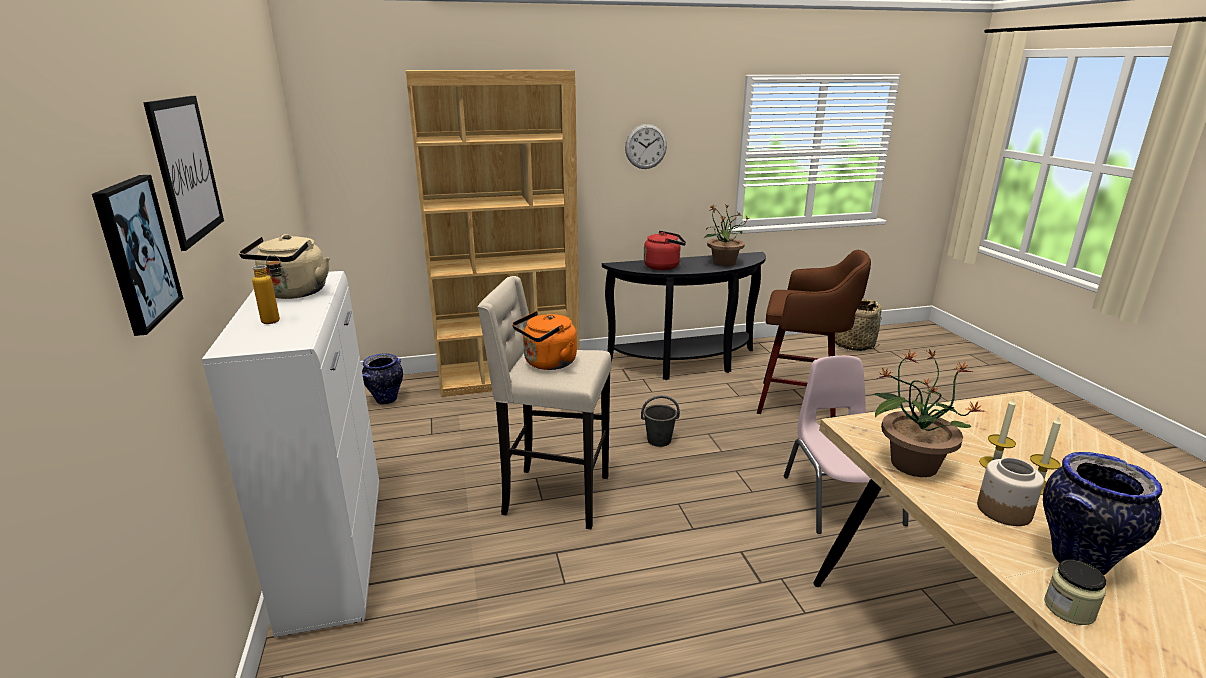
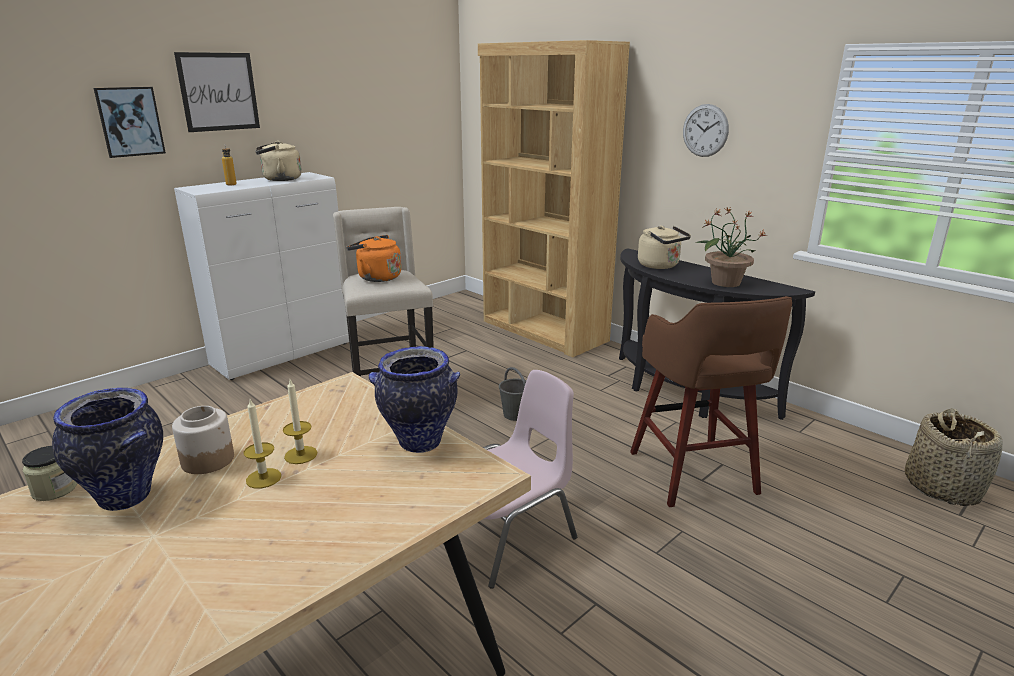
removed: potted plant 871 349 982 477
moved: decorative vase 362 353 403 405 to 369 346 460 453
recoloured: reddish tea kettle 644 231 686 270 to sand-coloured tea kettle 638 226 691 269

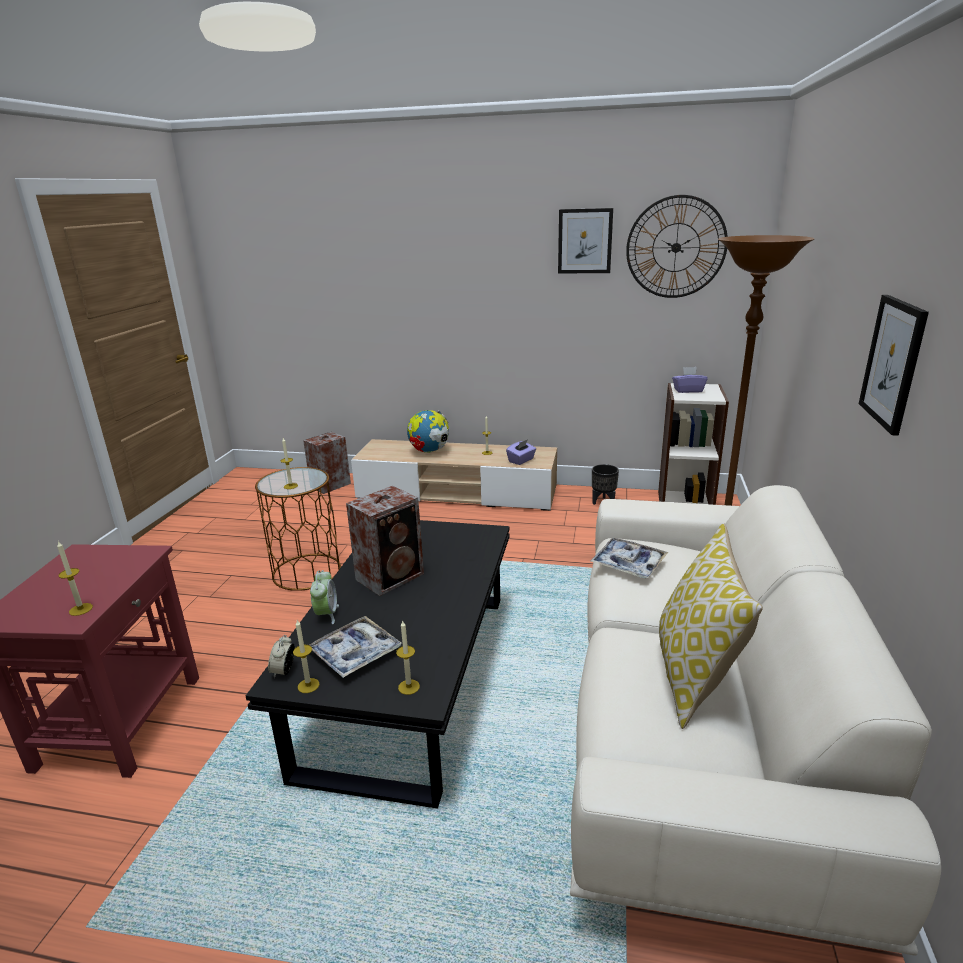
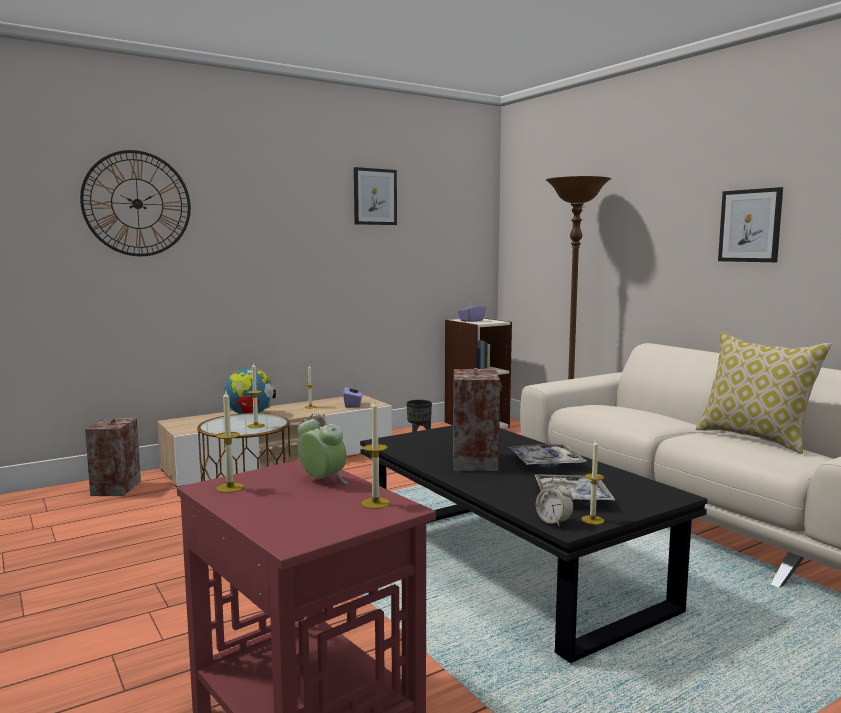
moved: alarm clock 310 570 339 624 to 298 413 348 484; wax candle 396 621 420 695 to 216 391 244 493; carrying tray 590 538 668 578 to 508 444 586 467; clock on the wall 626 195 728 298 to 80 150 191 256

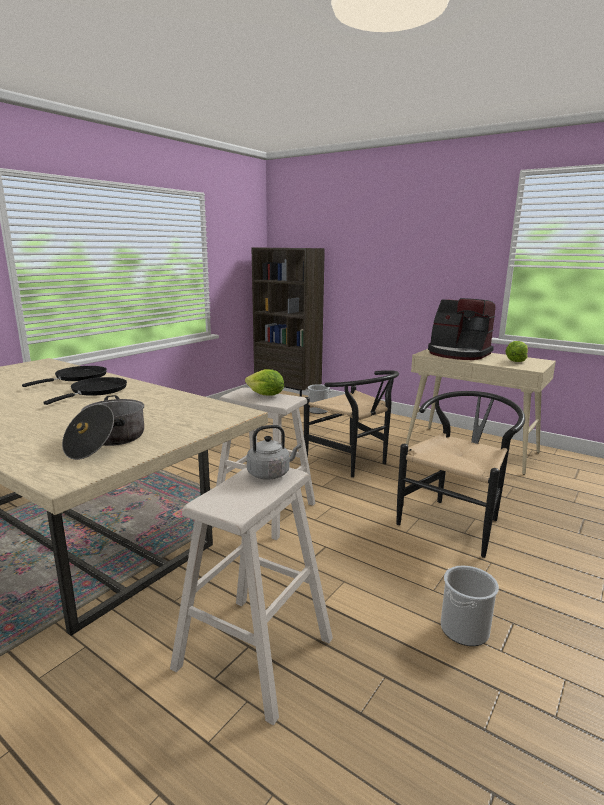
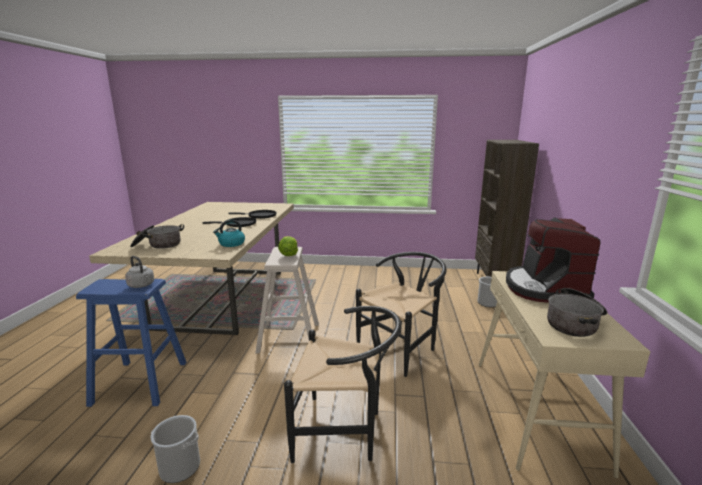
added: tea kettle 213 220 245 247
replaced: lettuce head 505 341 528 362 to stockpot 547 288 607 337
recoloured: sand-coloured sitting stool 170 467 333 726 to blue sitting stool 76 279 186 407
turned: black-coloured plain chair 304 370 399 478 = 356 252 447 377 150 degrees counterclockwise

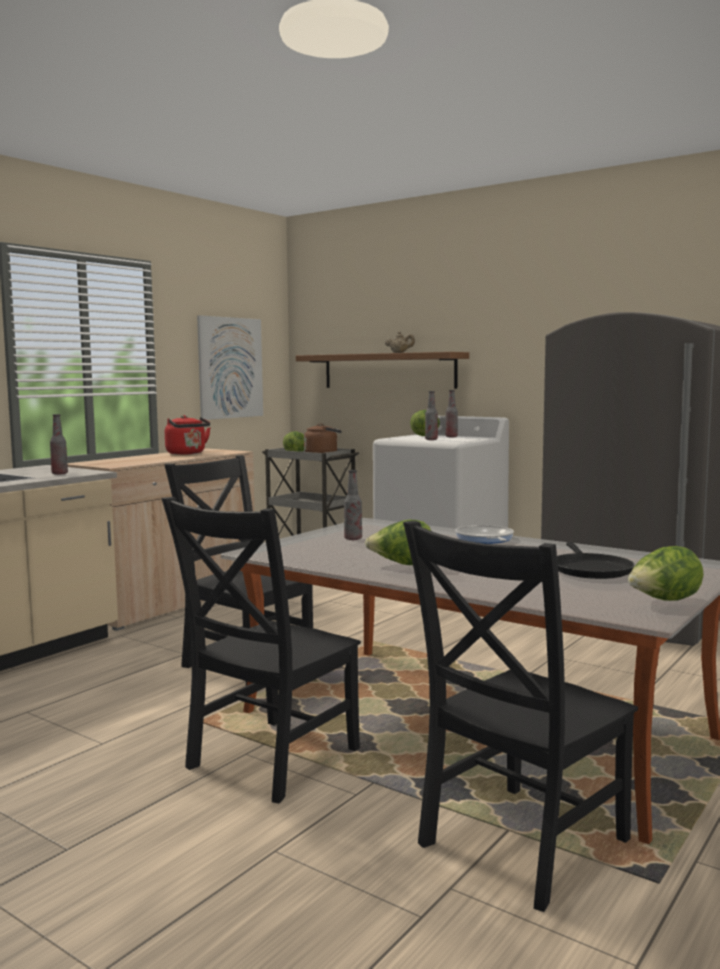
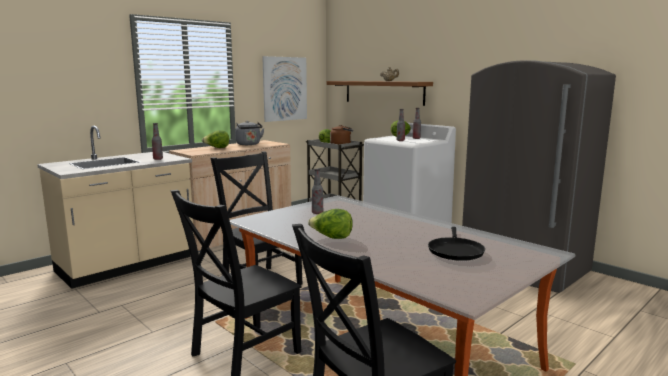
removed: frying pan 455 525 514 544
moved: lettuce head 628 546 704 601 to 202 130 229 148
recoloured: reddish tea kettle 165 415 210 455 to greyish tea kettle 235 121 264 145

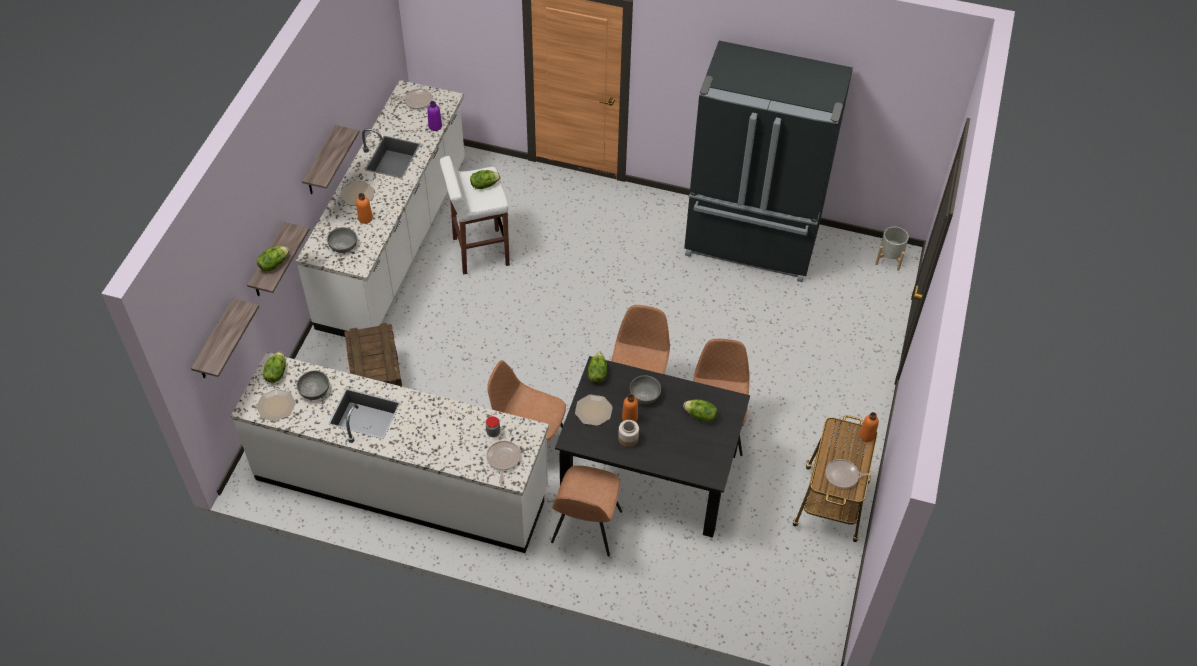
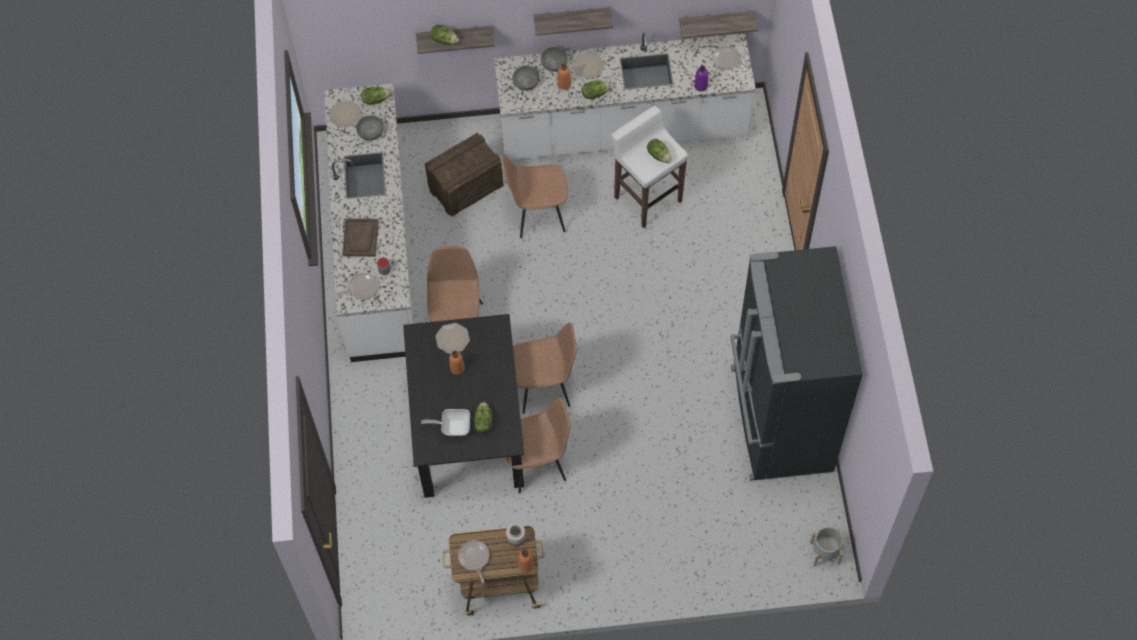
added: brown-coloured carrying tray 342 218 378 257; frying pan 421 409 470 436
moved: shelf 191 299 259 378 to 679 11 758 39; brown-coloured plain chair 551 465 622 557 to 502 154 568 238; lettuce head 588 353 607 383 to 581 81 611 99; preserve jar 618 420 639 447 to 506 523 526 547; greyish serving bowl 630 375 661 404 to 541 47 568 72

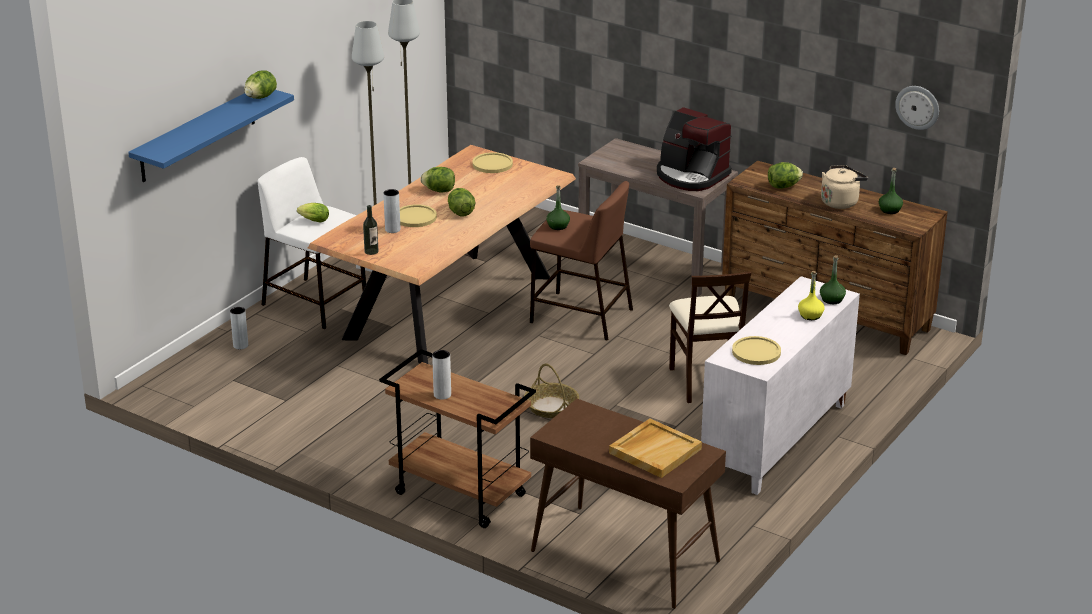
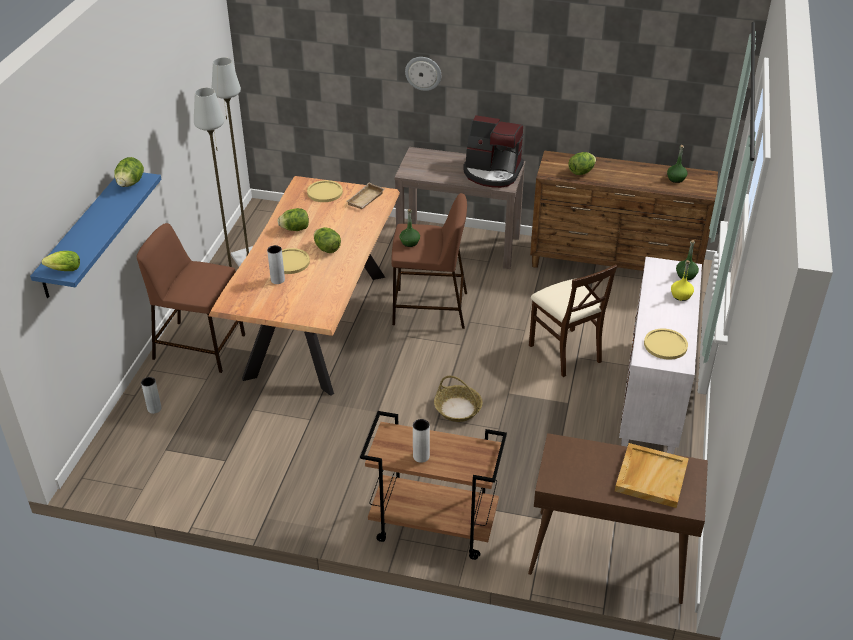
removed: beverage bottle 363 205 379 255; sand-coloured tea kettle 821 165 868 209
added: sand-coloured carrying tray 347 183 385 209
moved: lettuce head 297 203 329 223 to 42 251 80 271; clock on the wall 895 86 939 130 to 405 57 441 91
recoloured: whitish sitting stool 258 157 366 329 to brown-coloured sitting stool 137 223 245 373

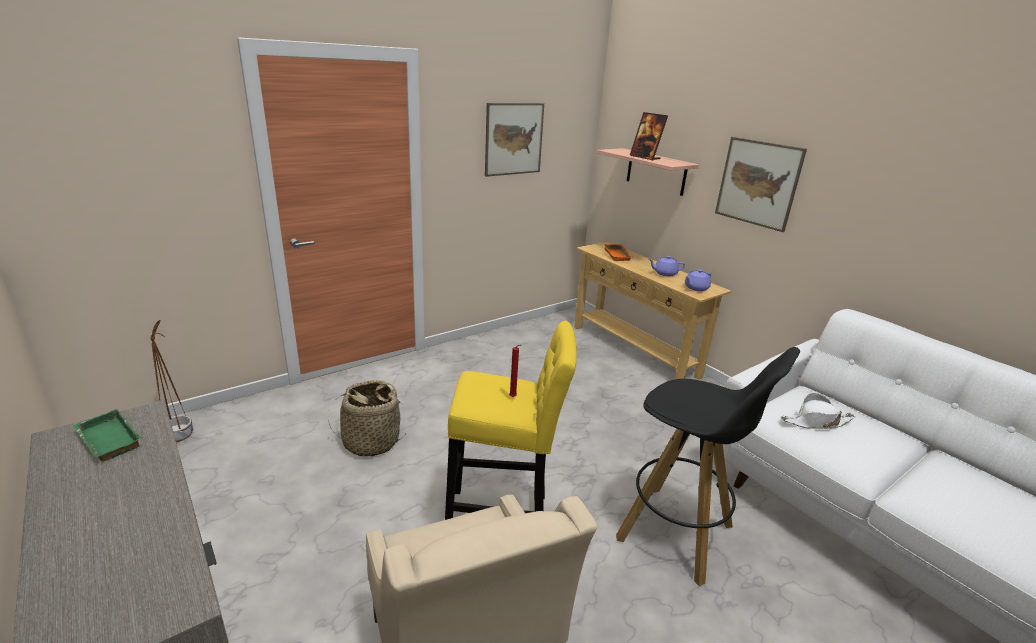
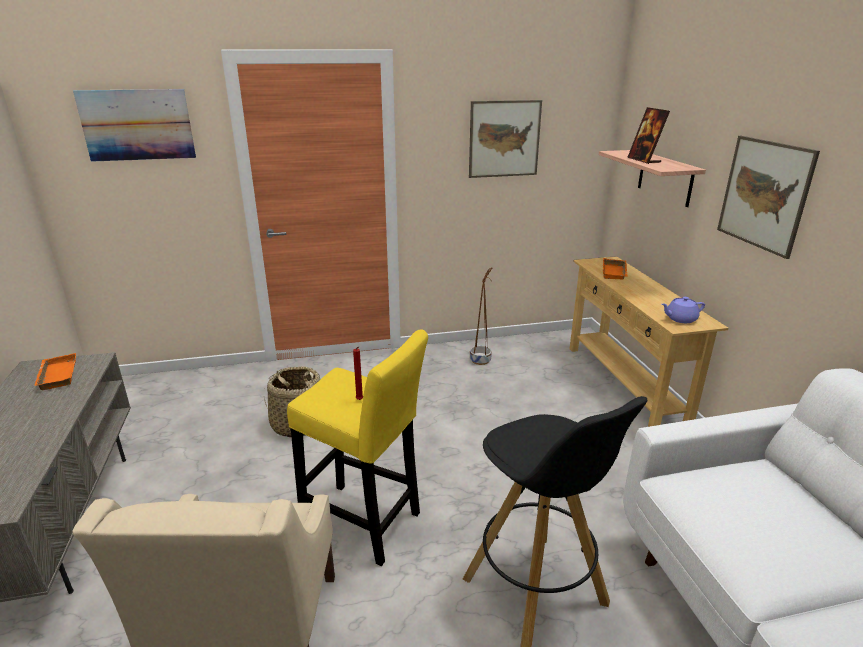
removed: purple-coloured pot for tea 649 256 685 276; whitish hat 781 393 855 429
added: picture 73 89 196 162
moved: brown-coloured planter 150 320 193 442 to 470 268 492 365
recoloured: green carrying tray 73 409 141 461 to orange-coloured carrying tray 34 353 76 390

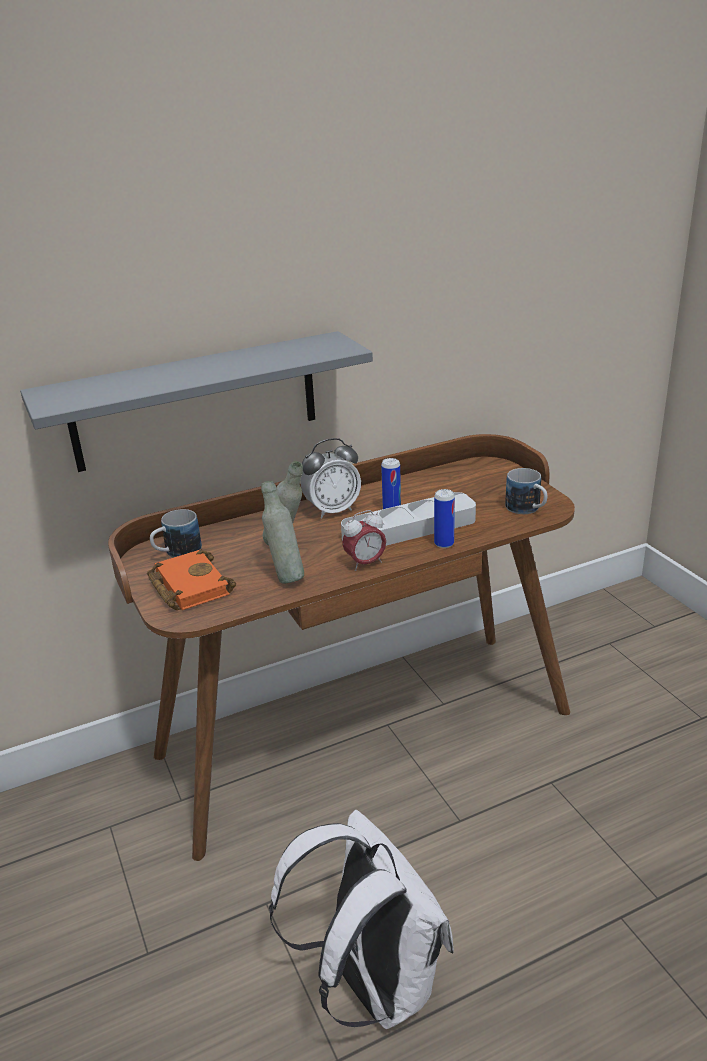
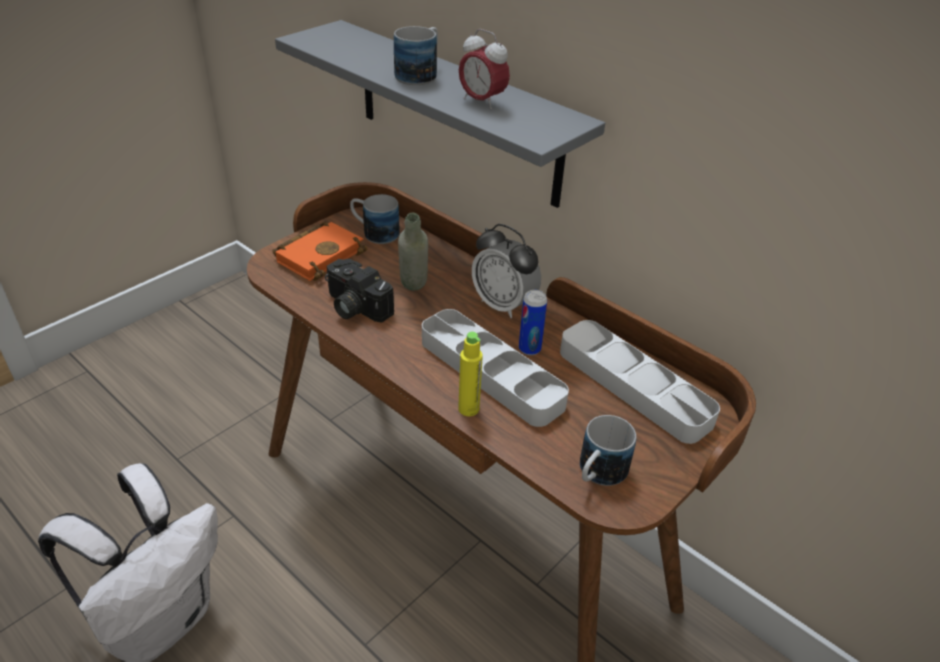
added: coffee mug 394 26 438 85; greyish carrying tray 560 320 720 444
moved: alarm clock 342 510 386 571 to 459 29 510 110
replaced: greyish beverage bottle 261 481 304 584 to still camera 325 259 394 323; metal can 434 489 455 548 to yellowish beverage bottle 458 332 483 416

